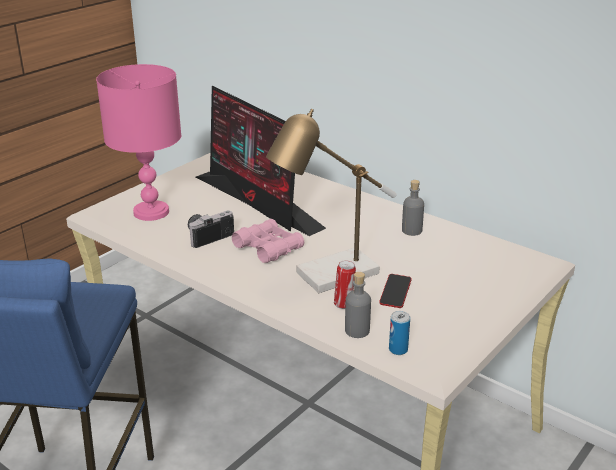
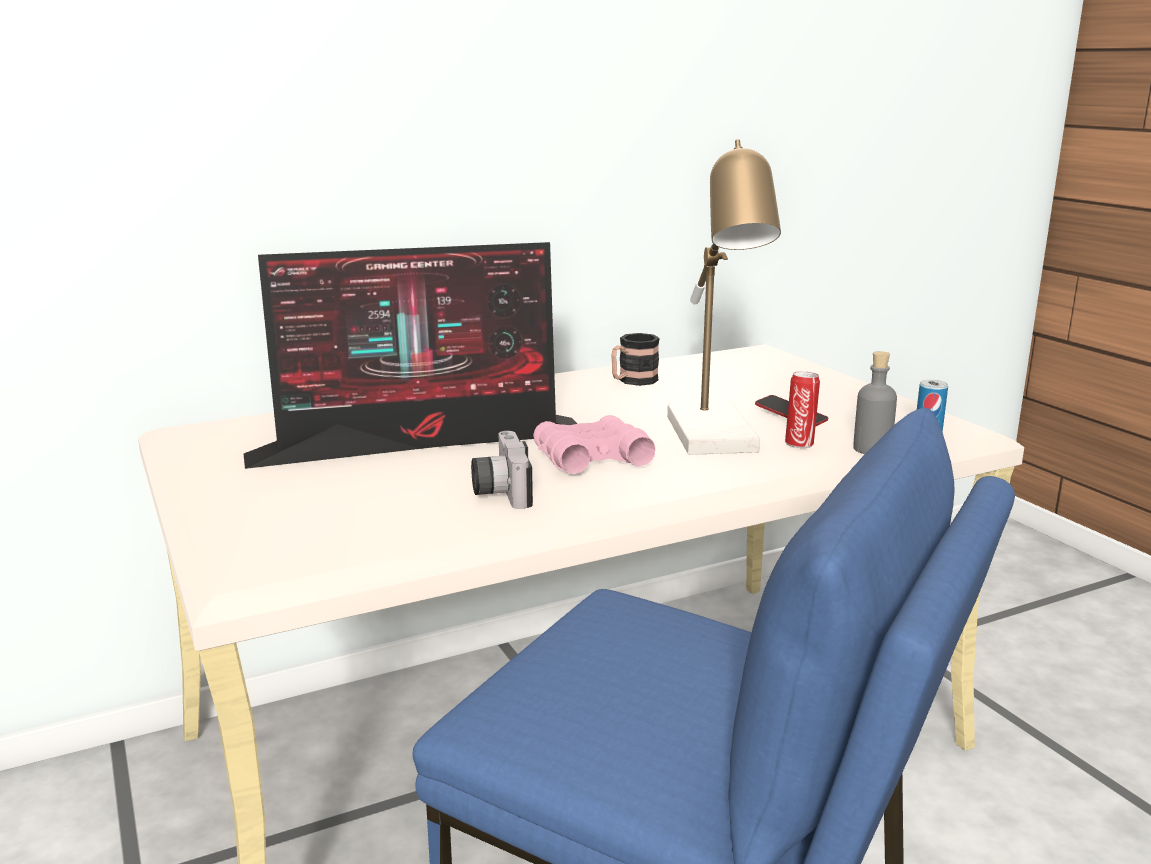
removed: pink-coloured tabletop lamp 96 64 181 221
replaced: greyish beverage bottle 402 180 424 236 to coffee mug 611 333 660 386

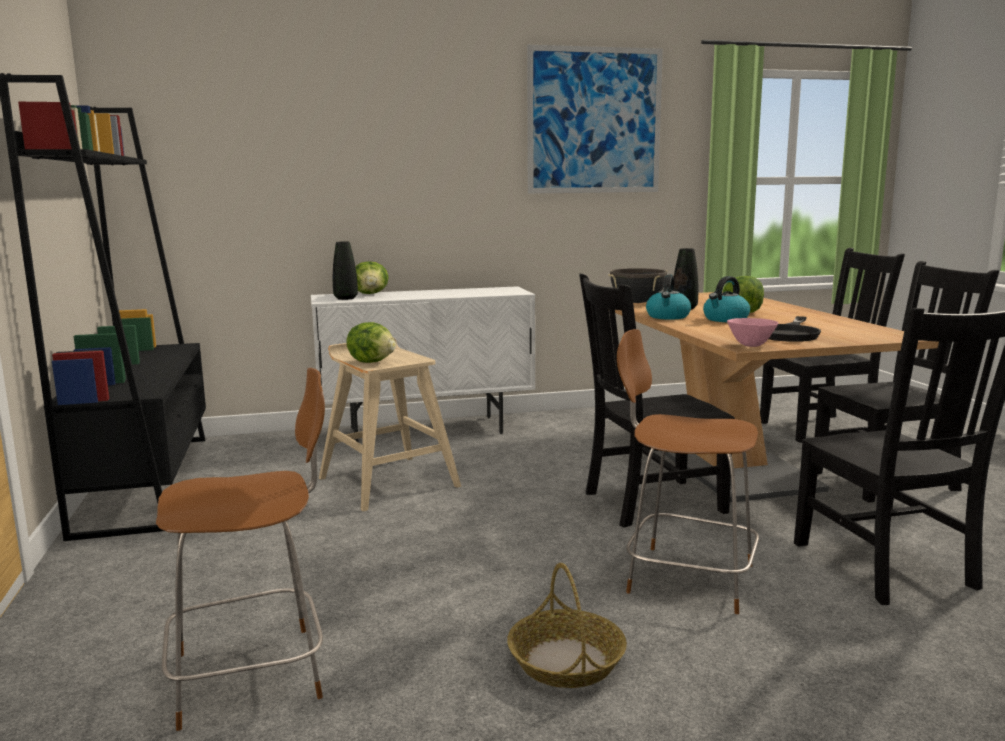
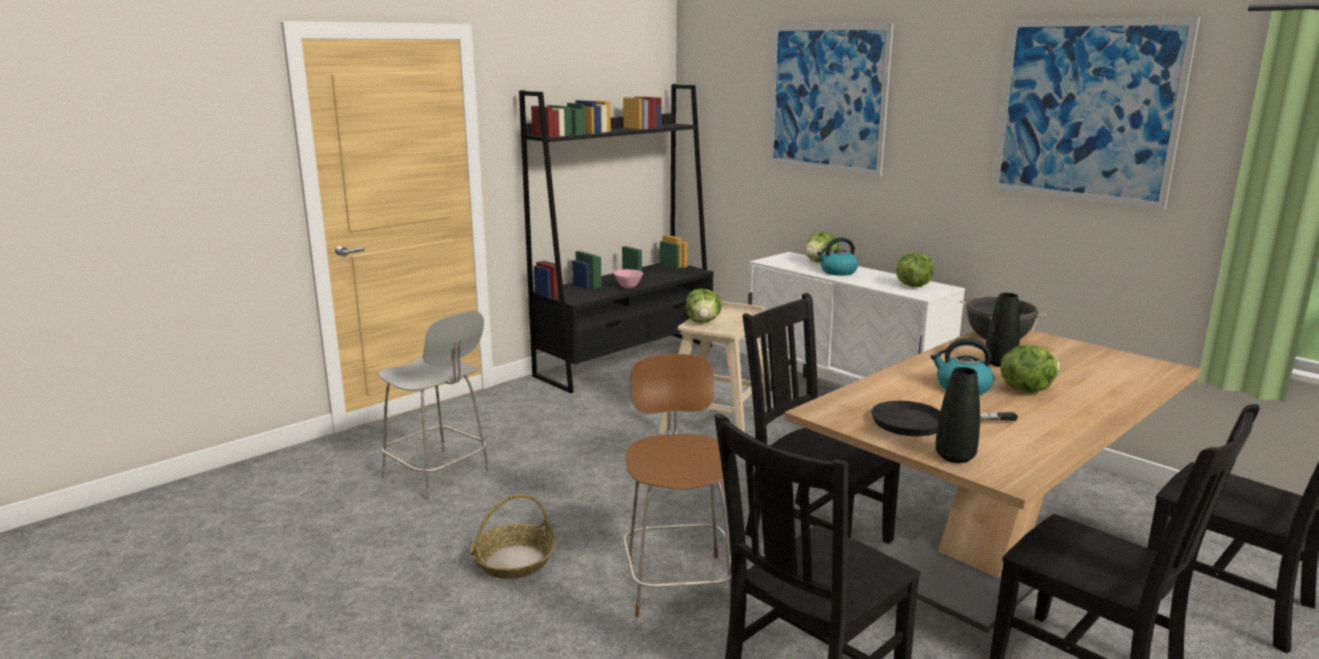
added: picture 769 23 894 176; lettuce head 896 253 933 287
moved: black-coloured decorative vase 333 241 358 300 to 935 367 980 463; tea kettle 646 275 691 320 to 817 237 858 276; pink-coloured serving bowl 727 318 779 347 to 613 269 643 289
recoloured: brown-coloured sitting stool 156 368 325 731 to greyish sitting stool 378 311 490 500

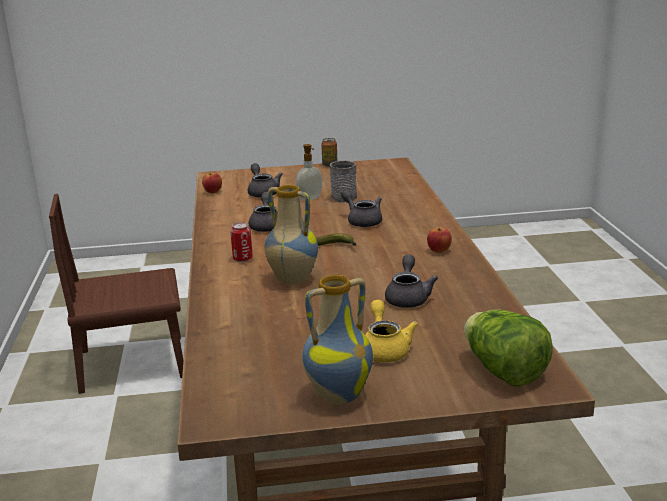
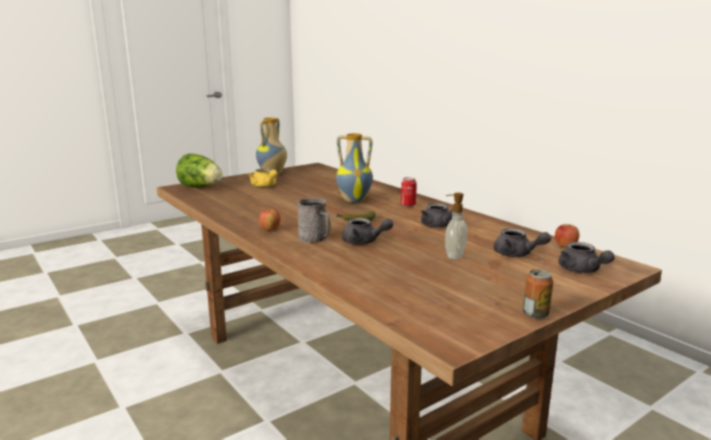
removed: brown-coloured plain chair 49 194 183 394
moved: greyish coffee mug 330 160 357 203 to 298 198 331 243; greyish pot for tea 385 254 438 308 to 559 242 615 273

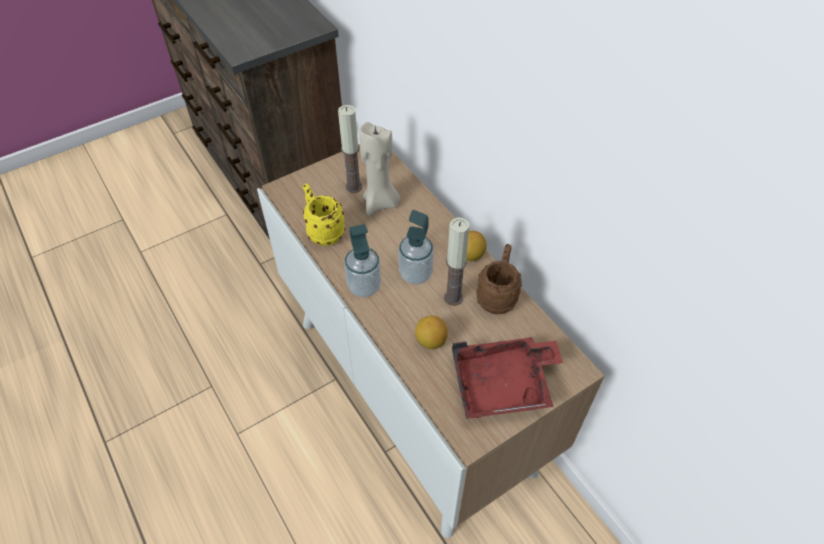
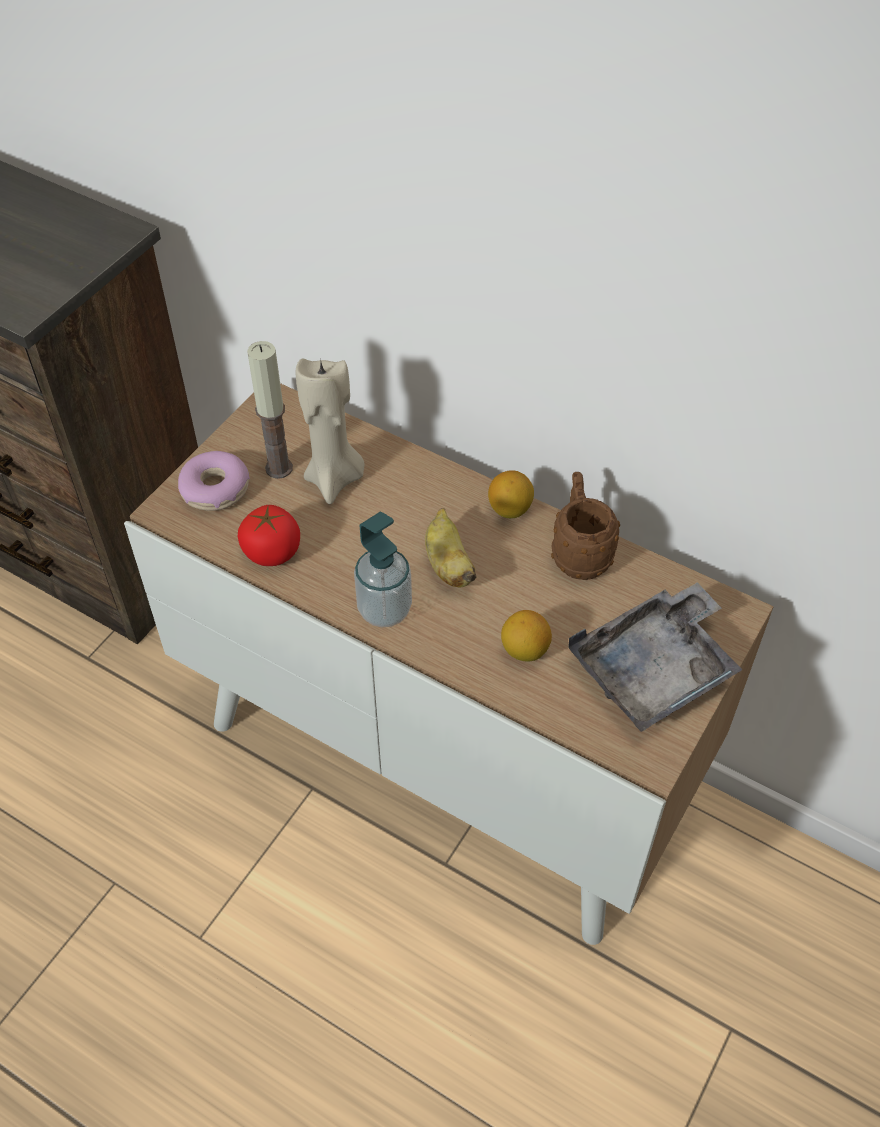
removed: wax candle 444 218 470 306
added: donut 178 451 250 511
replaced: yellowish coffee mug 303 184 345 246 to tomato 238 504 300 566; liquid soap bottle 398 210 434 284 to banana 425 508 477 587
recoloured: reddish carrying tray 452 337 563 419 to greyish carrying tray 568 582 743 732

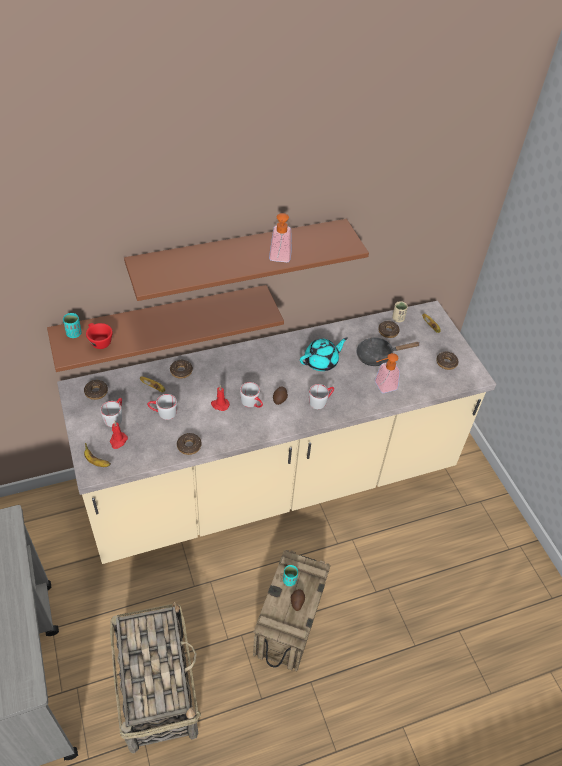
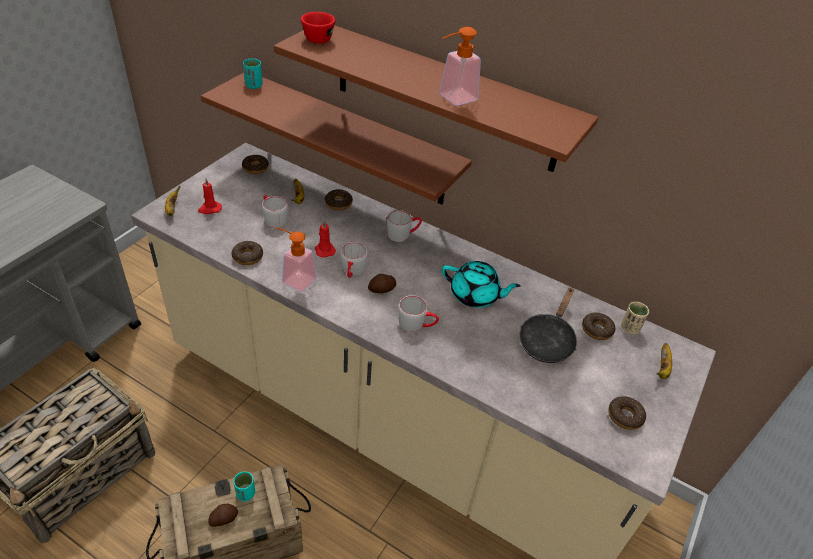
moved: reddish cup 86 323 113 349 to 301 12 335 44; greyish coffee mug 100 398 122 427 to 387 210 422 242; liquid soap bottle 375 353 400 393 to 276 227 317 292
turned: black-coloured frying pan 356 337 420 366 = 519 287 577 363 105 degrees counterclockwise

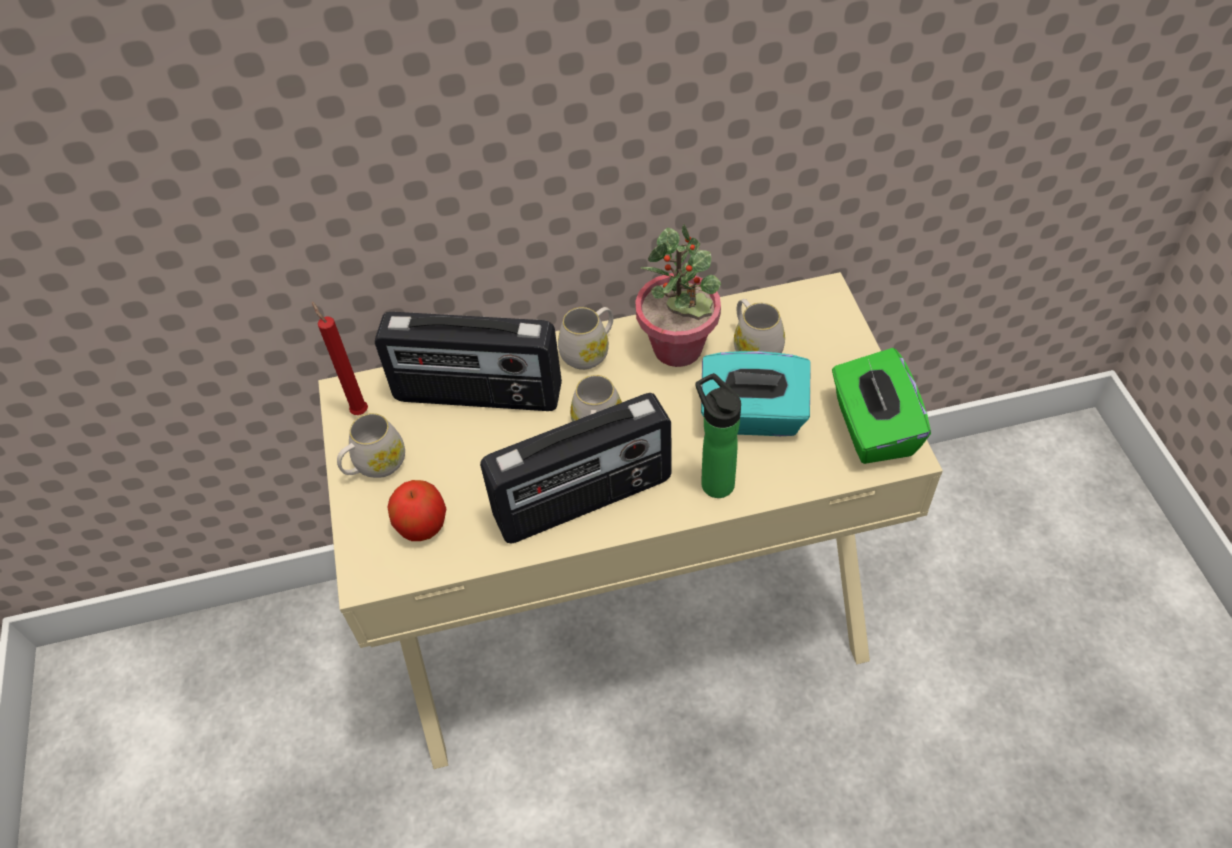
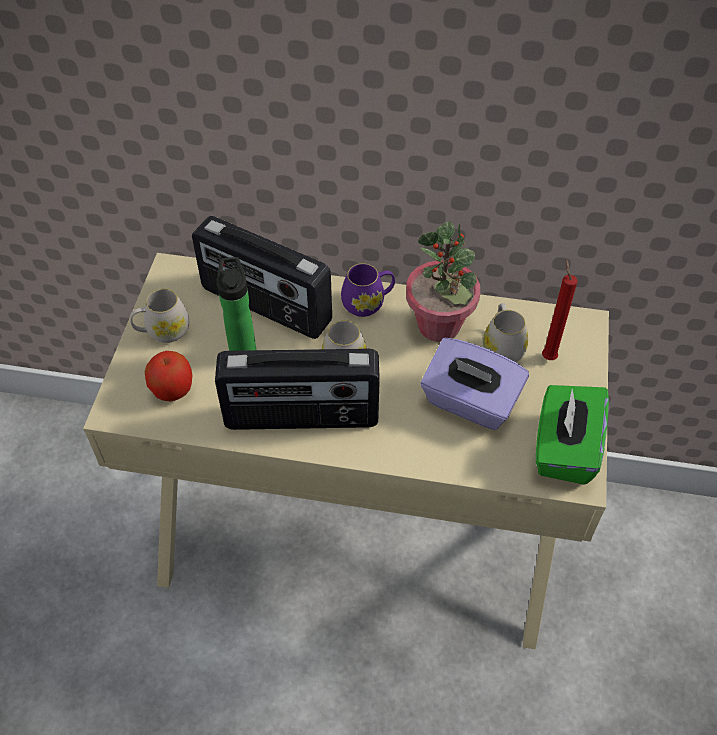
moved: reddish wax candle 312 302 368 415 to 542 259 578 360; beverage bottle 696 373 741 498 to 217 257 256 351
recoloured: whitish coffee mug 558 307 613 370 to purple-coloured coffee mug 341 263 395 317; turquoise tissue box 701 351 810 436 to purple-coloured tissue box 421 338 529 430

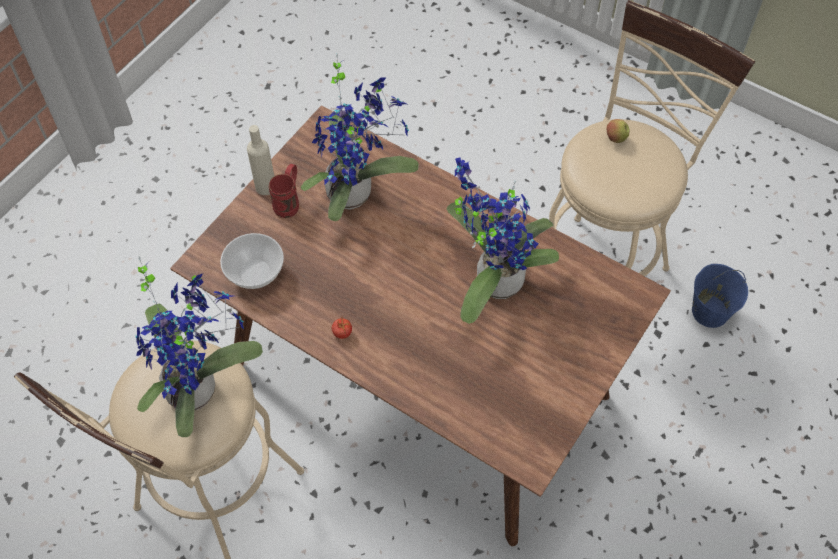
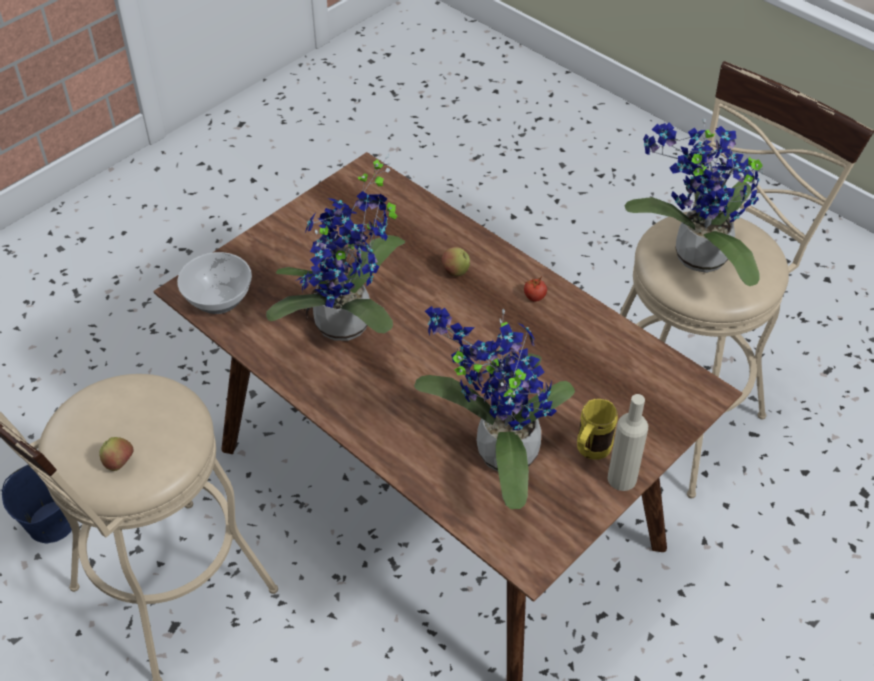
added: whole apple 442 247 470 276
moved: serving bowl 220 233 284 289 to 177 252 252 314
recoloured: reddish coffee mug 269 164 299 218 to yellowish coffee mug 577 399 618 460

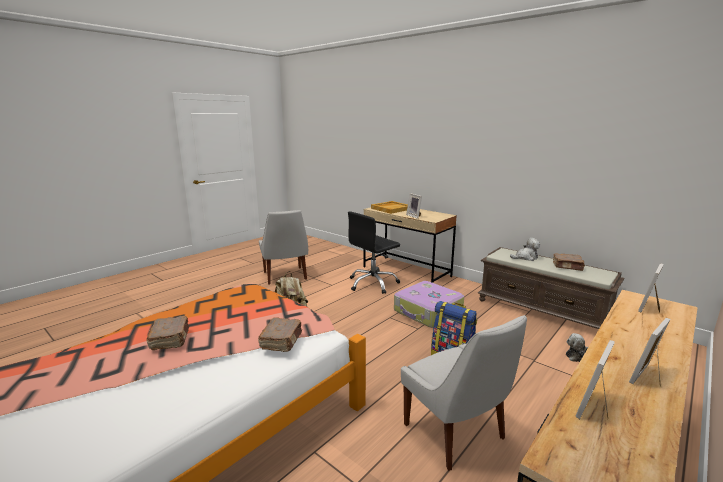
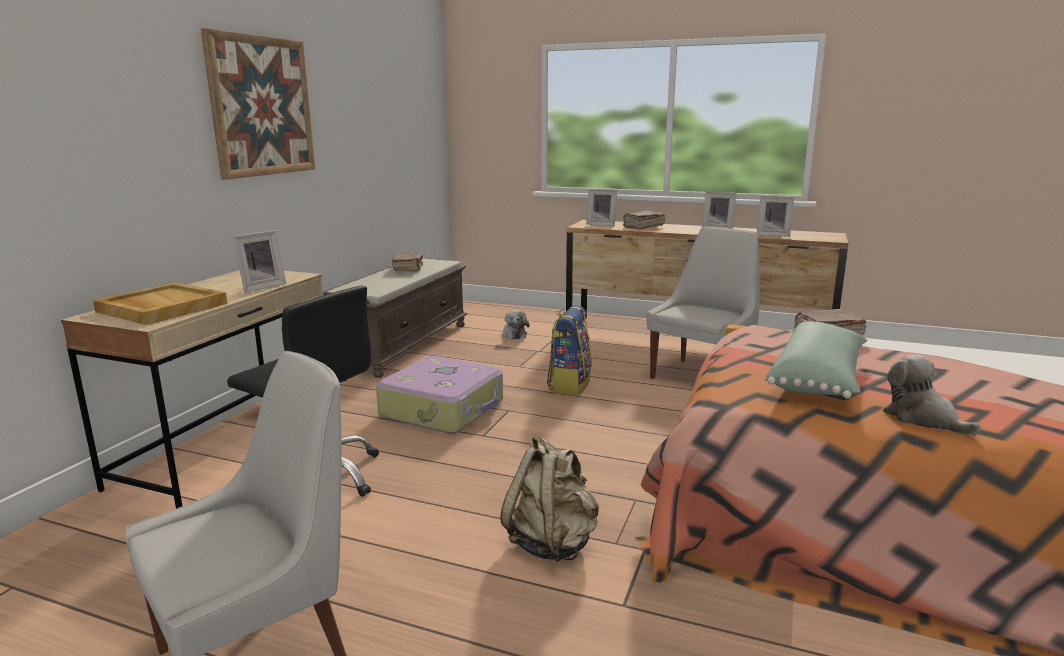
added: picture 201 28 315 180; green throw pillow 766 321 867 399
moved: brown-coloured book 147 316 189 350 to 623 211 666 230; plush toy 510 238 540 261 to 883 354 981 436

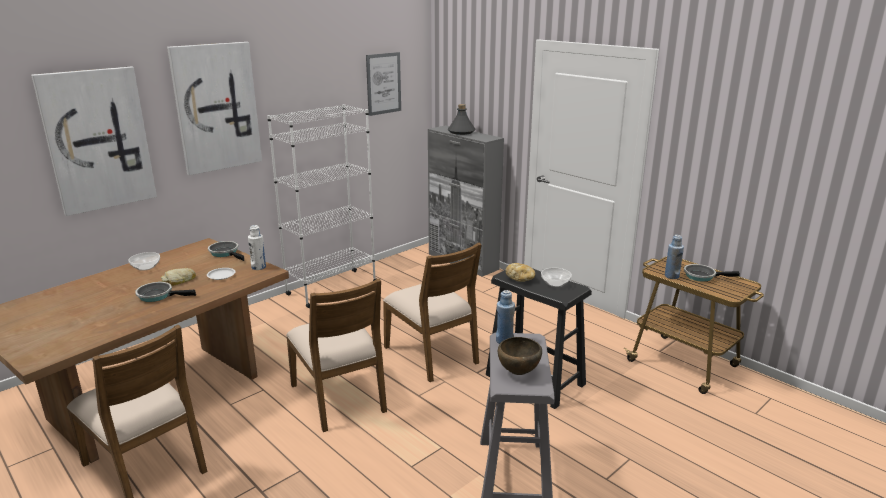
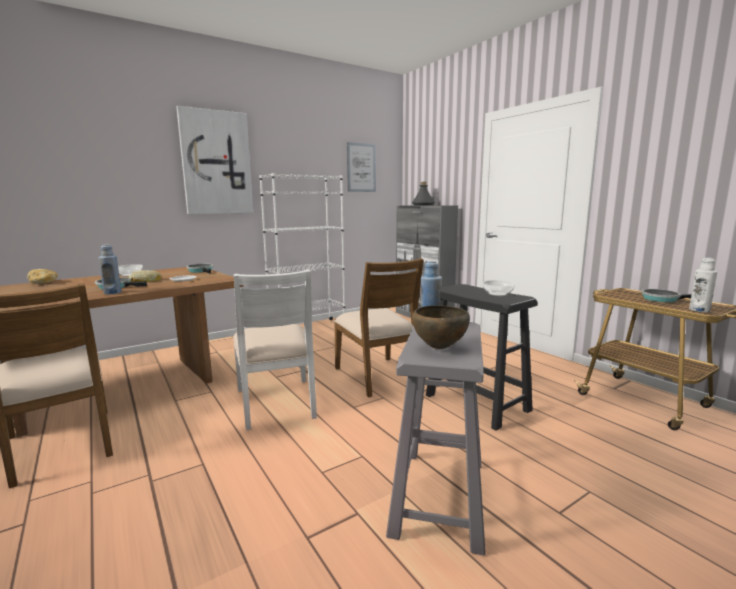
removed: picture 31 67 157 216
moved: whitish beverage bottle 248 225 266 270 to 689 258 717 312; baked bread 505 263 535 282 to 27 269 58 284; blue beverage bottle 665 235 684 279 to 98 244 121 294
recoloured: brown-coloured plain chair 286 278 387 432 to whitish plain chair 233 270 317 431

